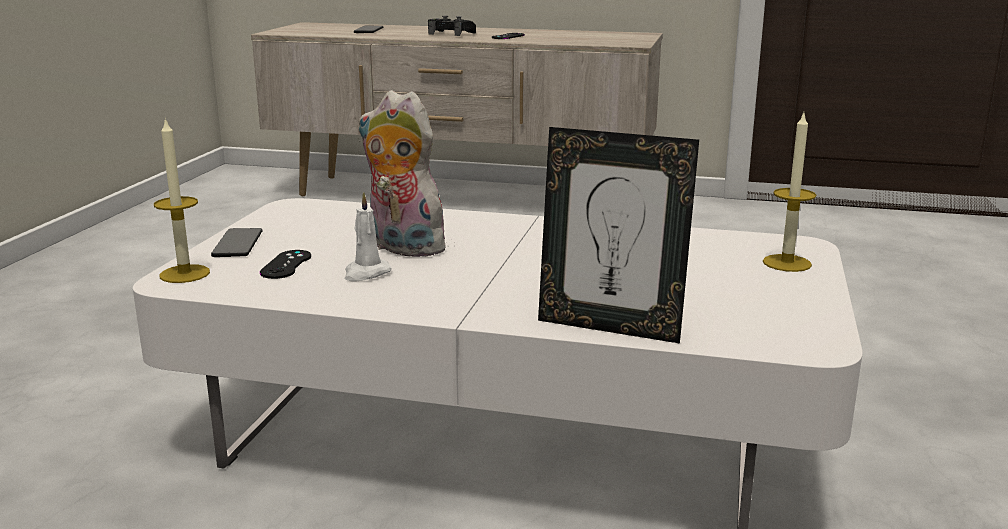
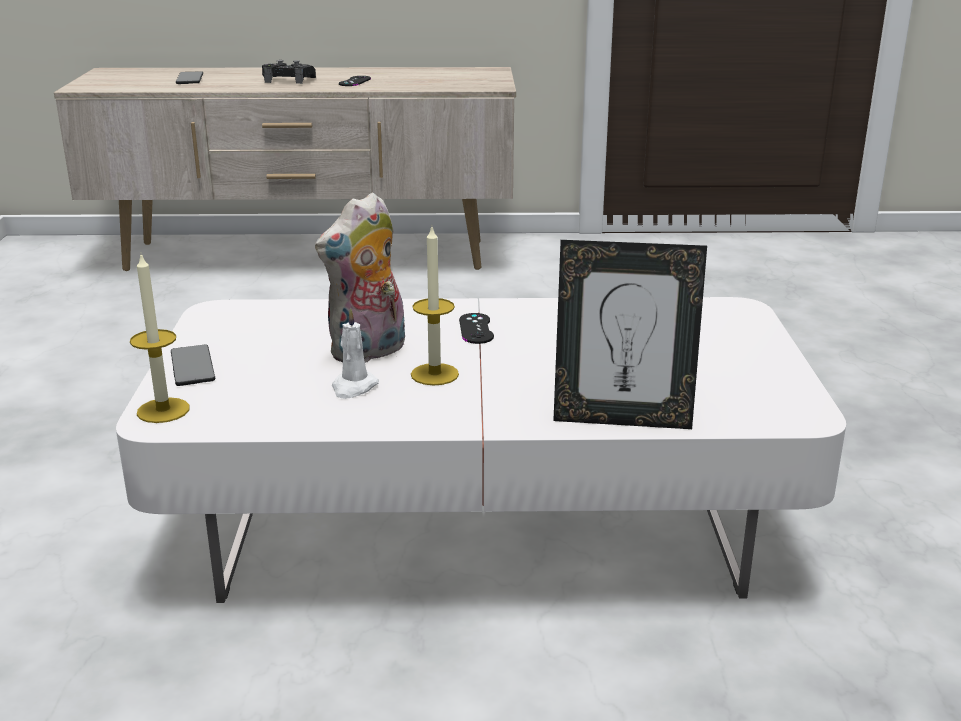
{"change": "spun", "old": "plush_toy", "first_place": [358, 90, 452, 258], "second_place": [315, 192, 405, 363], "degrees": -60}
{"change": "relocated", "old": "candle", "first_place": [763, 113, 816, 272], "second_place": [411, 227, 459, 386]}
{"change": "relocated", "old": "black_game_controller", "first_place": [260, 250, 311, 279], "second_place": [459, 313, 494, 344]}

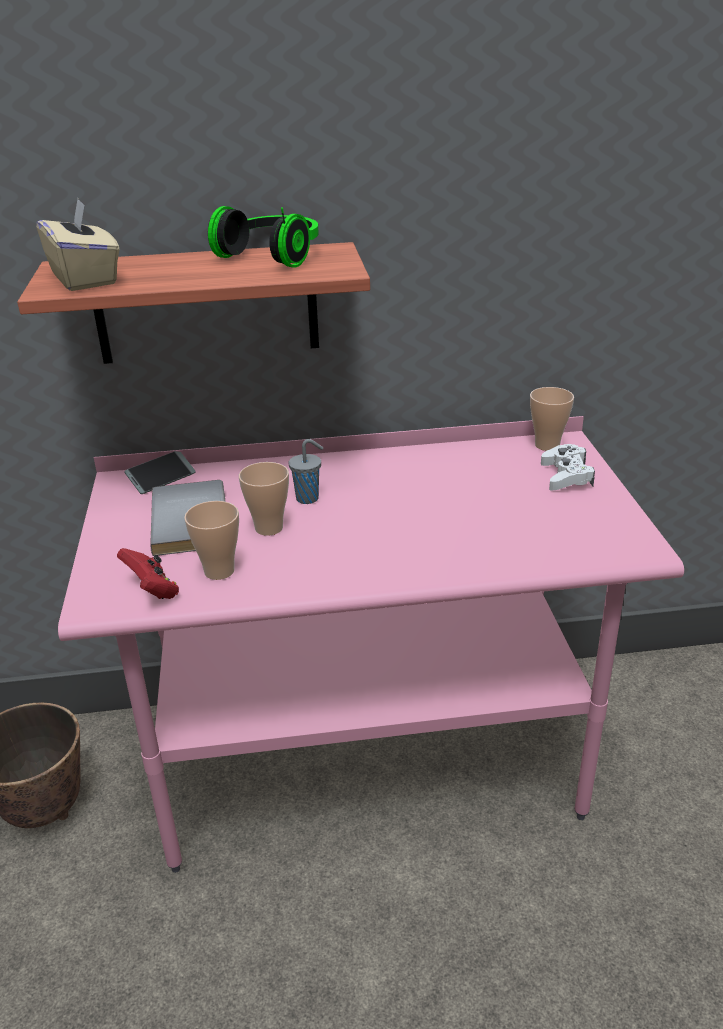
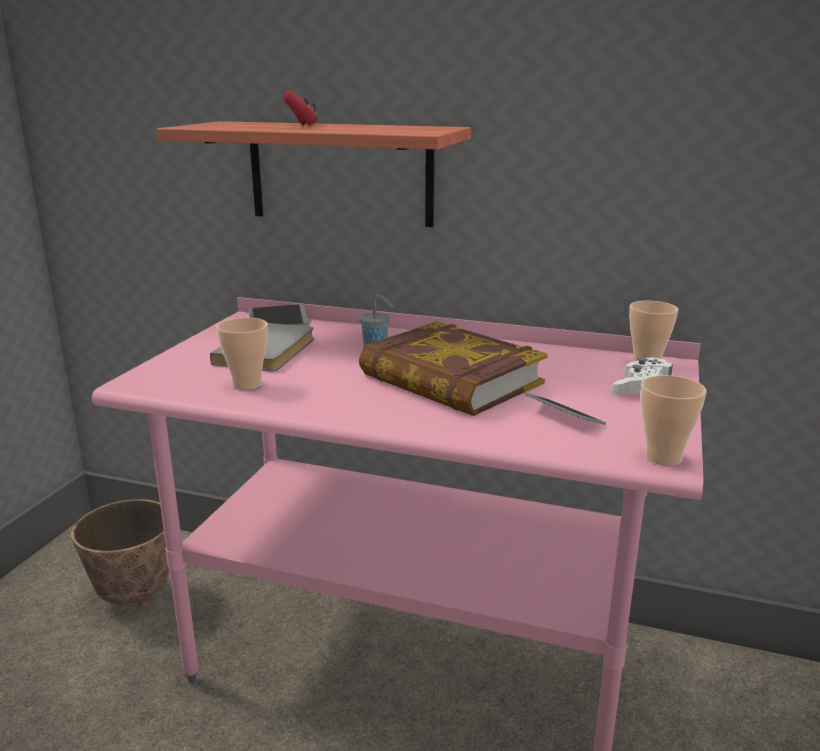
{"change": "missing", "old": "beige_tissue_box", "first_place": [36, 199, 120, 291]}
{"change": "missing", "old": "headphones", "first_place": [208, 206, 319, 268]}
{"change": "relocated", "old": "cup", "first_place": [239, 462, 289, 536], "second_place": [641, 375, 706, 466]}
{"change": "relocated", "old": "red_game_controller", "first_place": [117, 548, 179, 599], "second_place": [282, 90, 317, 126]}
{"change": "appeared", "new": "book", "second_place": [359, 321, 548, 416]}
{"change": "appeared", "new": "phone", "second_place": [525, 393, 606, 425]}

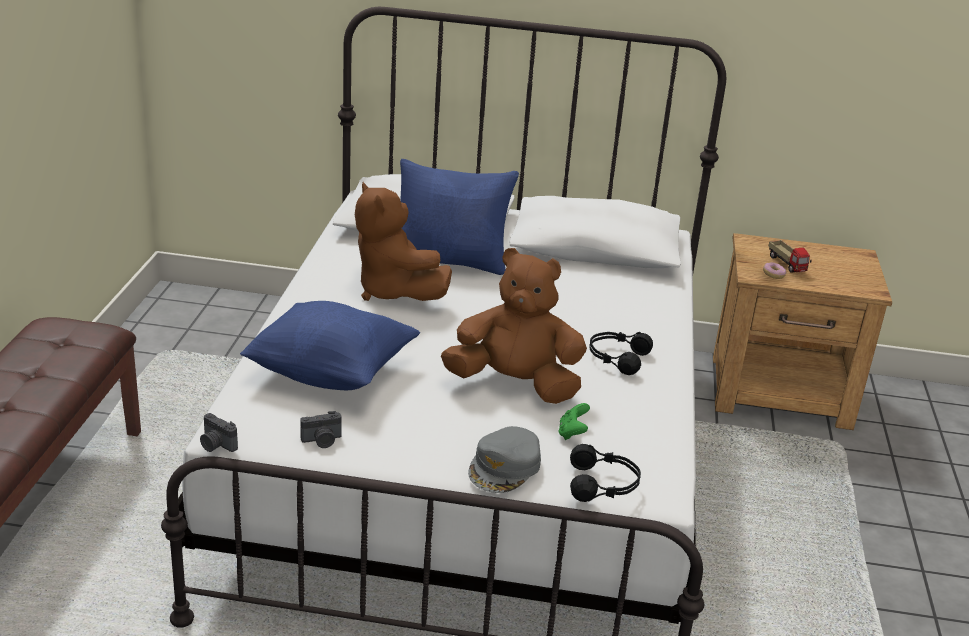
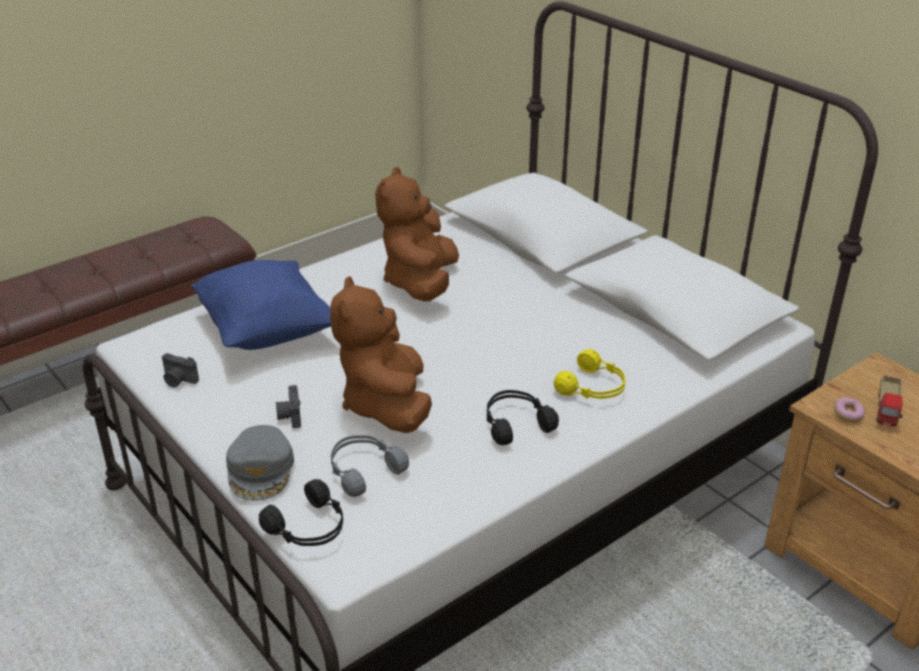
{"change": "missing", "old": "blue_pillow", "first_place": [400, 159, 519, 275]}
{"change": "spun", "old": "brown_plush_toy", "first_place": [441, 248, 587, 404], "second_place": [330, 276, 432, 433], "degrees": -150}
{"change": "exchanged", "old": "green_game_controller", "new": "grey_headphones", "first_place": [558, 403, 590, 440], "second_place": [331, 435, 409, 497]}
{"change": "relocated", "old": "photo_camera", "first_place": [200, 413, 238, 452], "second_place": [276, 385, 301, 428]}
{"change": "spun", "old": "grey_cap", "first_place": [468, 426, 541, 493], "second_place": [226, 425, 294, 501], "degrees": -75}
{"change": "appeared", "new": "yellow_headphones", "second_place": [554, 349, 625, 399]}

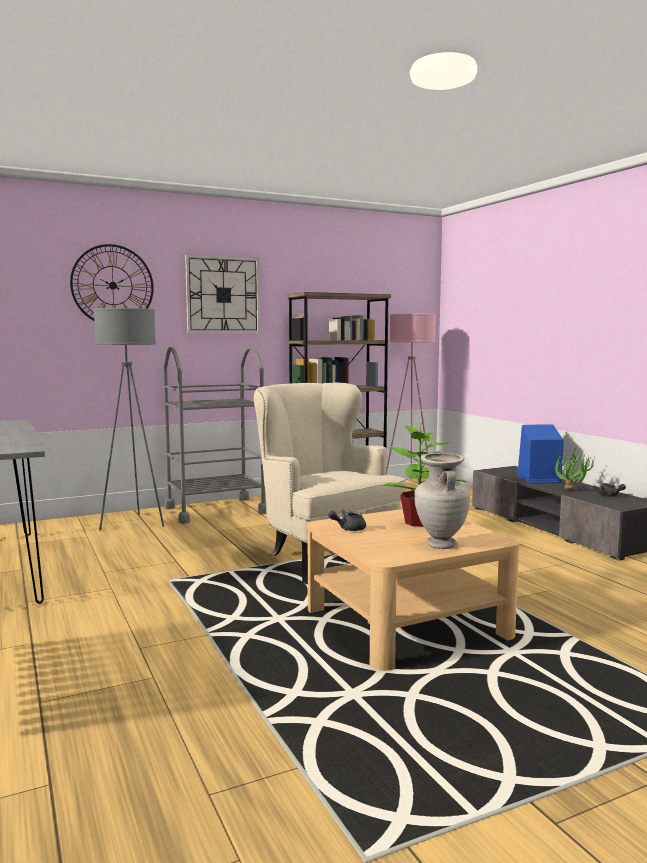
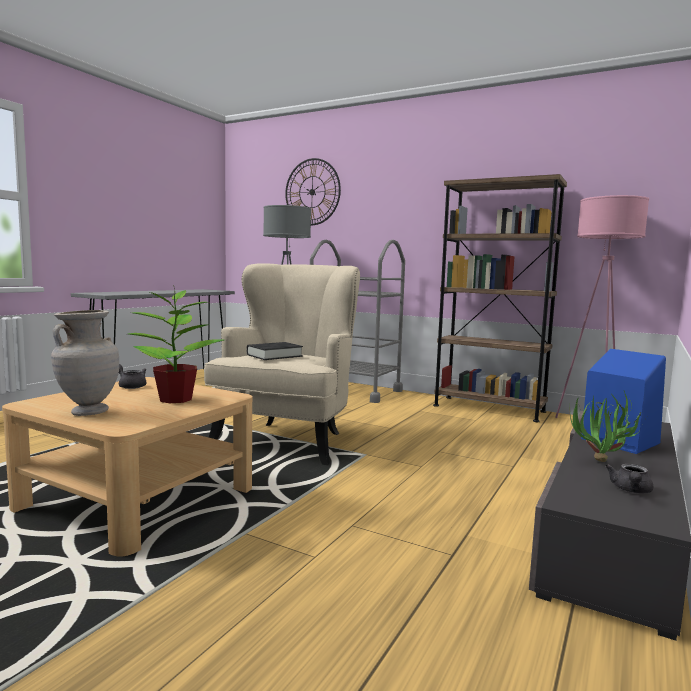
{"change": "missing", "old": "wall_clock", "first_place": [185, 255, 260, 333]}
{"change": "appeared", "new": "black_book", "second_place": [247, 342, 303, 360]}

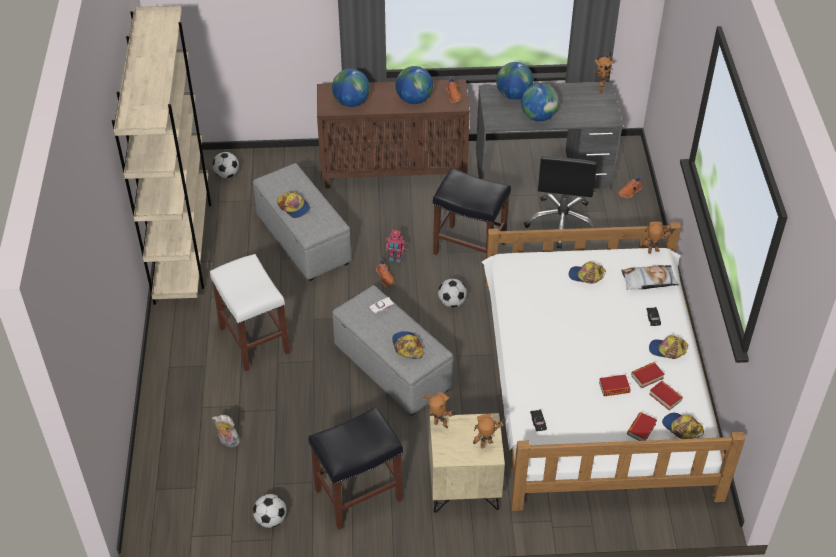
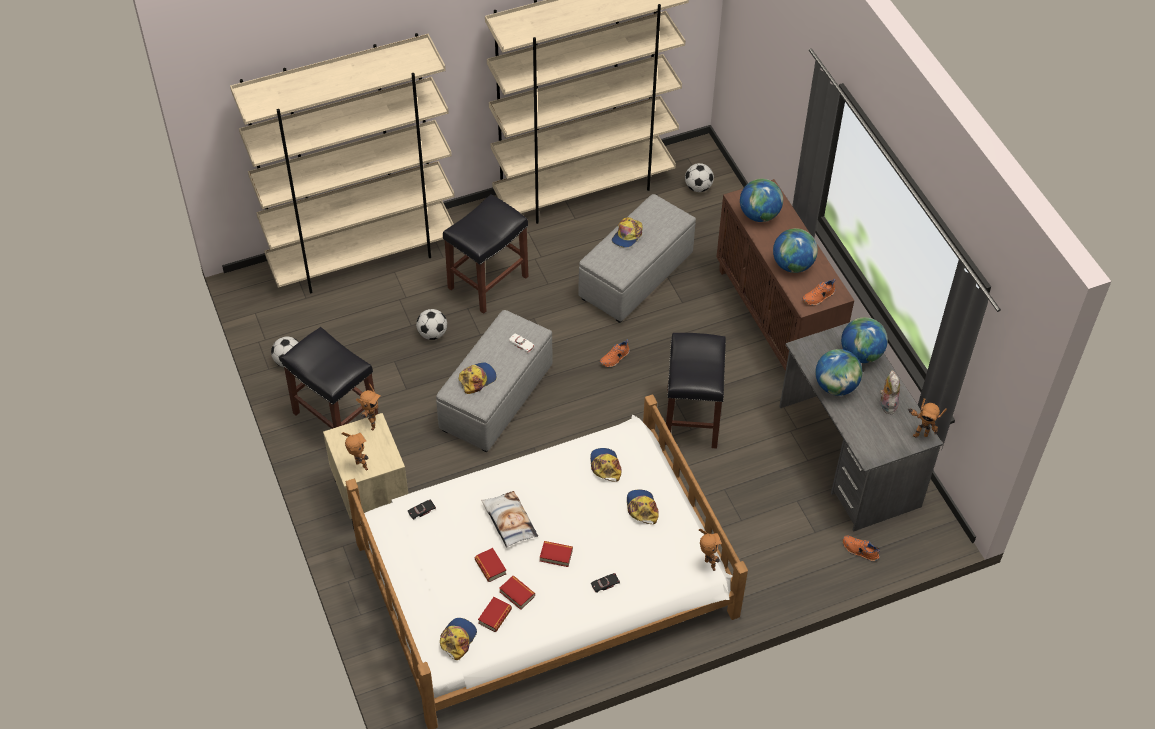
{"change": "missing", "old": "black_office_chair", "first_place": [524, 156, 597, 249]}
{"change": "missing", "old": "toy_robot", "first_place": [386, 230, 406, 263]}
{"change": "colour", "old": "white_stool", "new": "black_stool", "first_place": [210, 254, 290, 371], "second_place": [443, 194, 528, 314]}
{"change": "relocated", "old": "pillow", "first_place": [621, 265, 679, 290], "second_place": [481, 491, 538, 548]}
{"change": "relocated", "old": "football", "first_place": [438, 279, 467, 307], "second_place": [416, 309, 447, 340]}
{"change": "relocated", "old": "cap", "first_place": [649, 335, 688, 359], "second_place": [590, 448, 621, 482]}
{"change": "relocated", "old": "book", "first_place": [627, 412, 657, 441], "second_place": [540, 541, 573, 567]}
{"change": "relocated", "old": "plush_toy", "first_place": [212, 415, 240, 447], "second_place": [880, 370, 900, 414]}
{"change": "appeared", "new": "beige_bookcase", "second_place": [230, 33, 455, 293]}

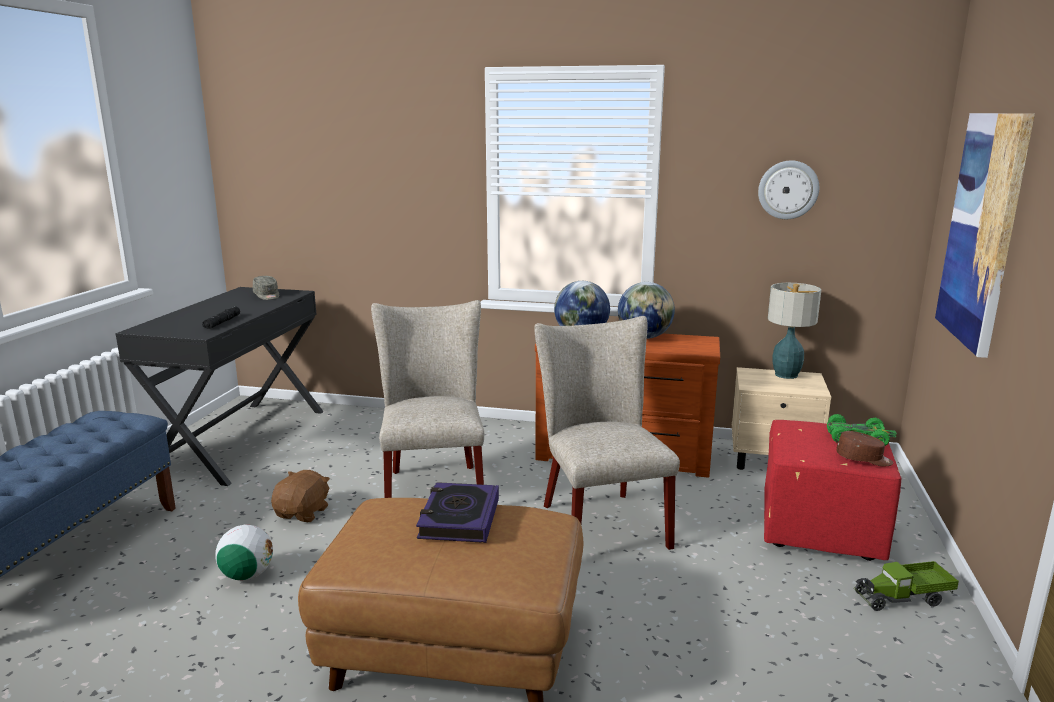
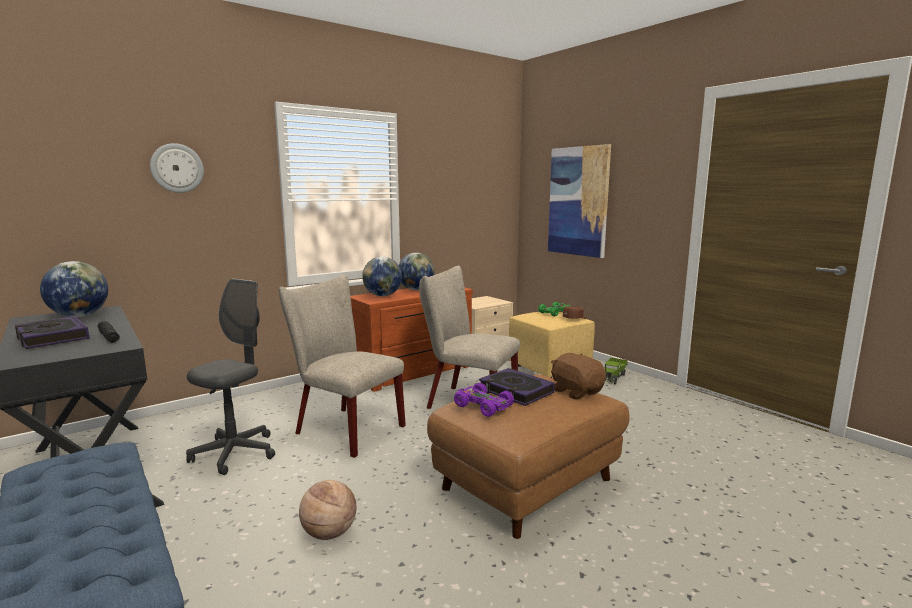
{"change": "relocated", "old": "wall_clock", "first_place": [758, 160, 819, 219], "second_place": [150, 143, 204, 193]}
{"change": "exchanged", "old": "grey_cap", "new": "globe", "first_place": [253, 276, 279, 300], "second_place": [40, 261, 108, 317]}
{"change": "missing", "old": "table_lamp", "first_place": [768, 283, 821, 379]}
{"change": "colour", "old": "red_ottoman", "new": "yellow_ottoman", "first_place": [764, 420, 901, 561], "second_place": [508, 312, 595, 378]}
{"change": "relocated", "old": "brown_plush_toy", "first_place": [271, 470, 330, 522], "second_place": [551, 353, 606, 399]}
{"change": "exchanged", "old": "football", "new": "basketball", "first_place": [215, 525, 273, 581], "second_place": [299, 480, 356, 540]}
{"change": "appeared", "new": "grey_office_chair", "second_place": [186, 279, 275, 475]}
{"change": "appeared", "new": "book", "second_place": [15, 316, 89, 349]}
{"change": "appeared", "new": "purple_toy_car", "second_place": [454, 383, 514, 417]}

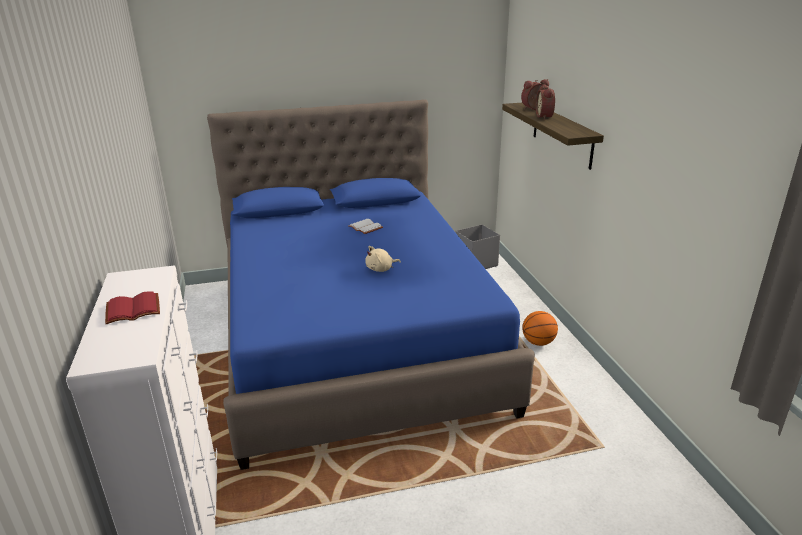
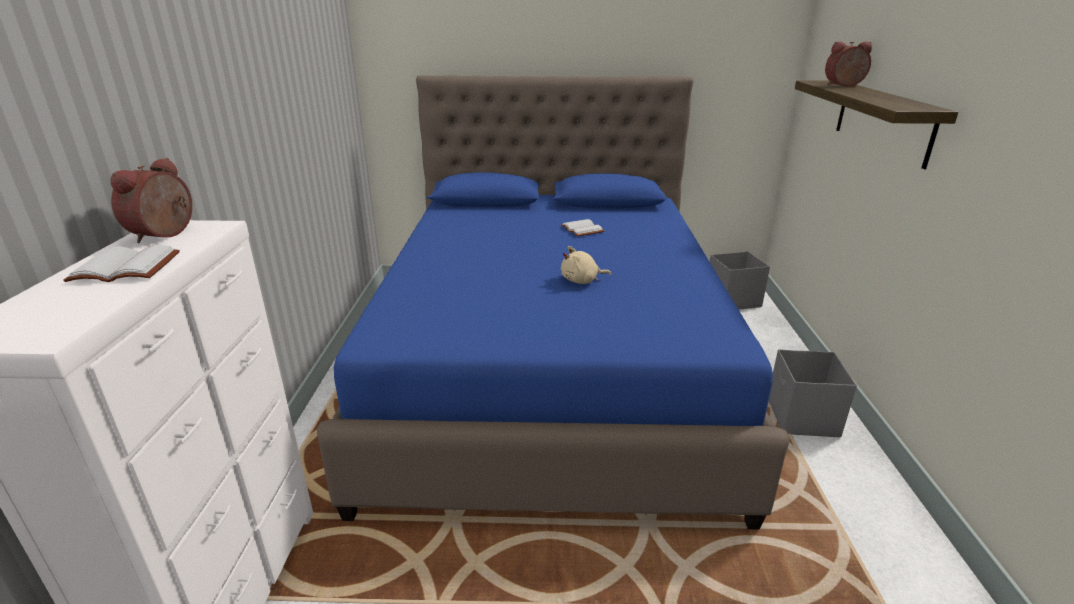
{"change": "relocated", "old": "alarm_clock", "first_place": [536, 84, 555, 120], "second_place": [111, 158, 193, 243]}
{"change": "colour", "old": "red_book", "new": "white_book", "first_place": [105, 292, 160, 324], "second_place": [63, 245, 180, 282]}
{"change": "exchanged", "old": "basketball", "new": "grey_storage_box", "first_place": [522, 311, 558, 346], "second_place": [769, 349, 857, 437]}

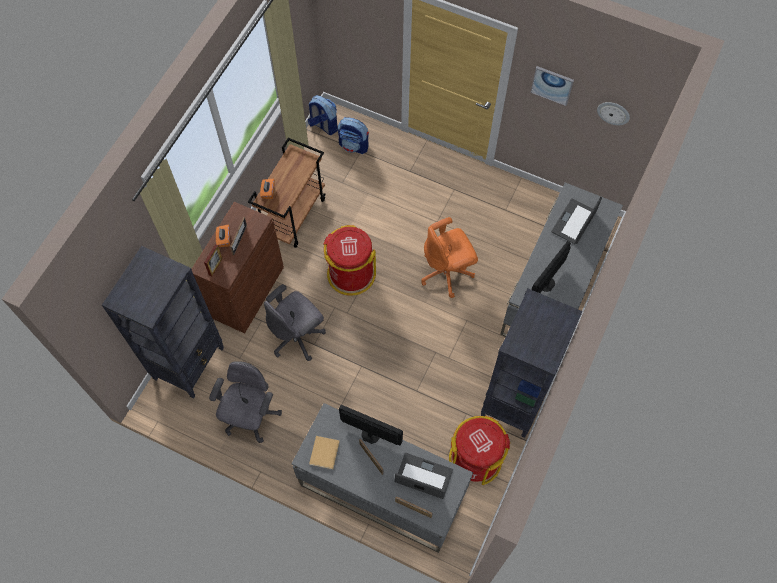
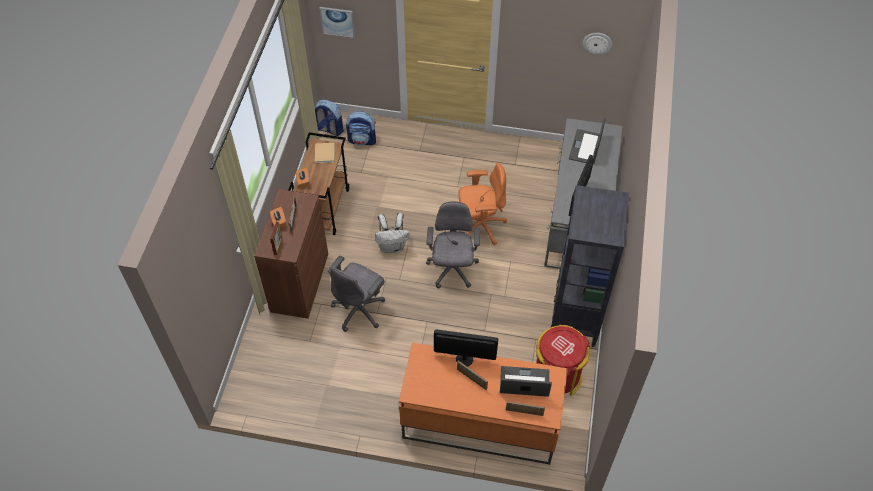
{"change": "relocated", "old": "picture", "first_place": [530, 66, 574, 106], "second_place": [319, 7, 355, 38]}
{"change": "spun", "old": "orange_office_chair", "first_place": [421, 217, 478, 298], "second_place": [458, 163, 507, 245], "degrees": -150}
{"change": "exchanged", "old": "red_trash_can", "new": "white_backpack", "first_place": [323, 225, 376, 296], "second_place": [375, 213, 409, 253]}
{"change": "missing", "old": "black_bookcase", "first_place": [102, 246, 224, 398]}
{"change": "relocated", "old": "grey_office_chair", "first_place": [209, 361, 282, 443], "second_place": [426, 201, 480, 289]}
{"change": "colour", "old": "grey_desk", "new": "orange_desk", "first_place": [291, 403, 473, 553], "second_place": [399, 343, 568, 465]}
{"change": "relocated", "old": "beige_book", "first_place": [309, 436, 340, 469], "second_place": [315, 143, 335, 163]}

